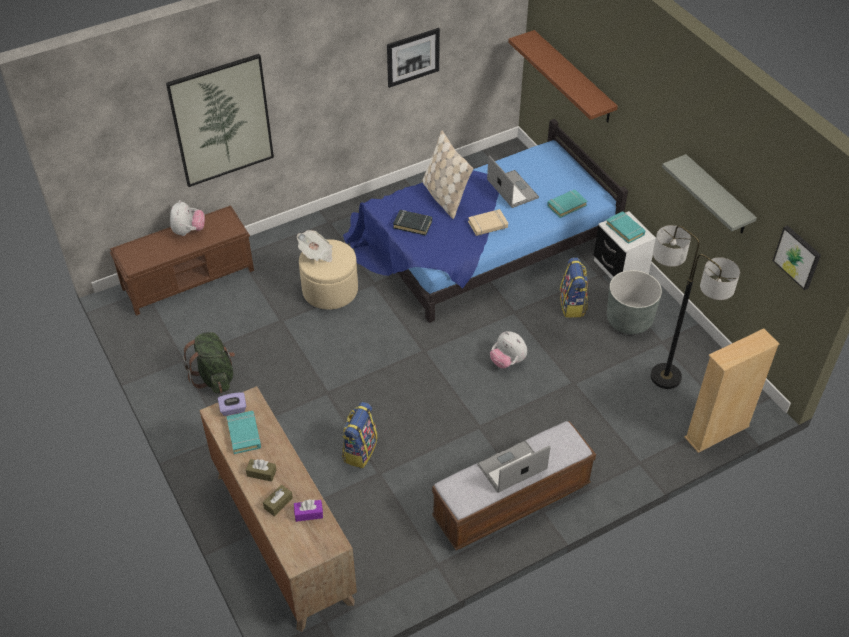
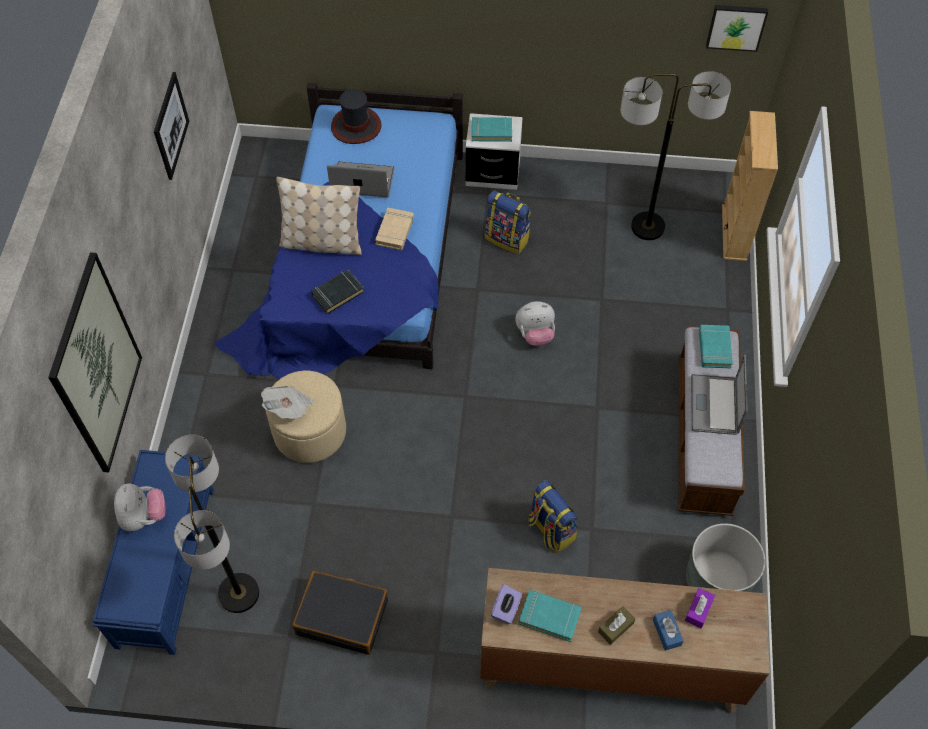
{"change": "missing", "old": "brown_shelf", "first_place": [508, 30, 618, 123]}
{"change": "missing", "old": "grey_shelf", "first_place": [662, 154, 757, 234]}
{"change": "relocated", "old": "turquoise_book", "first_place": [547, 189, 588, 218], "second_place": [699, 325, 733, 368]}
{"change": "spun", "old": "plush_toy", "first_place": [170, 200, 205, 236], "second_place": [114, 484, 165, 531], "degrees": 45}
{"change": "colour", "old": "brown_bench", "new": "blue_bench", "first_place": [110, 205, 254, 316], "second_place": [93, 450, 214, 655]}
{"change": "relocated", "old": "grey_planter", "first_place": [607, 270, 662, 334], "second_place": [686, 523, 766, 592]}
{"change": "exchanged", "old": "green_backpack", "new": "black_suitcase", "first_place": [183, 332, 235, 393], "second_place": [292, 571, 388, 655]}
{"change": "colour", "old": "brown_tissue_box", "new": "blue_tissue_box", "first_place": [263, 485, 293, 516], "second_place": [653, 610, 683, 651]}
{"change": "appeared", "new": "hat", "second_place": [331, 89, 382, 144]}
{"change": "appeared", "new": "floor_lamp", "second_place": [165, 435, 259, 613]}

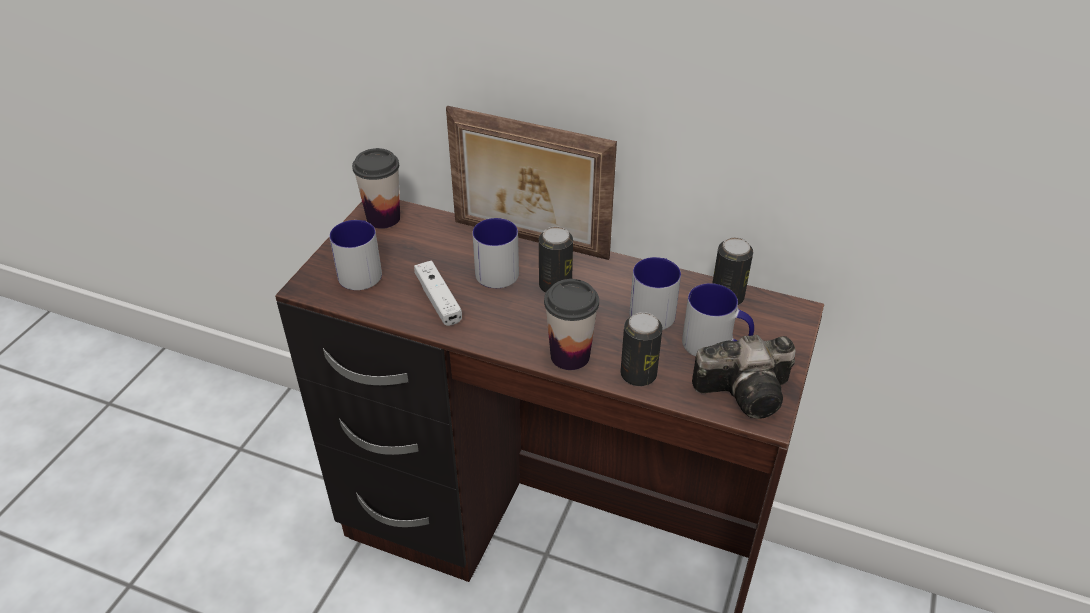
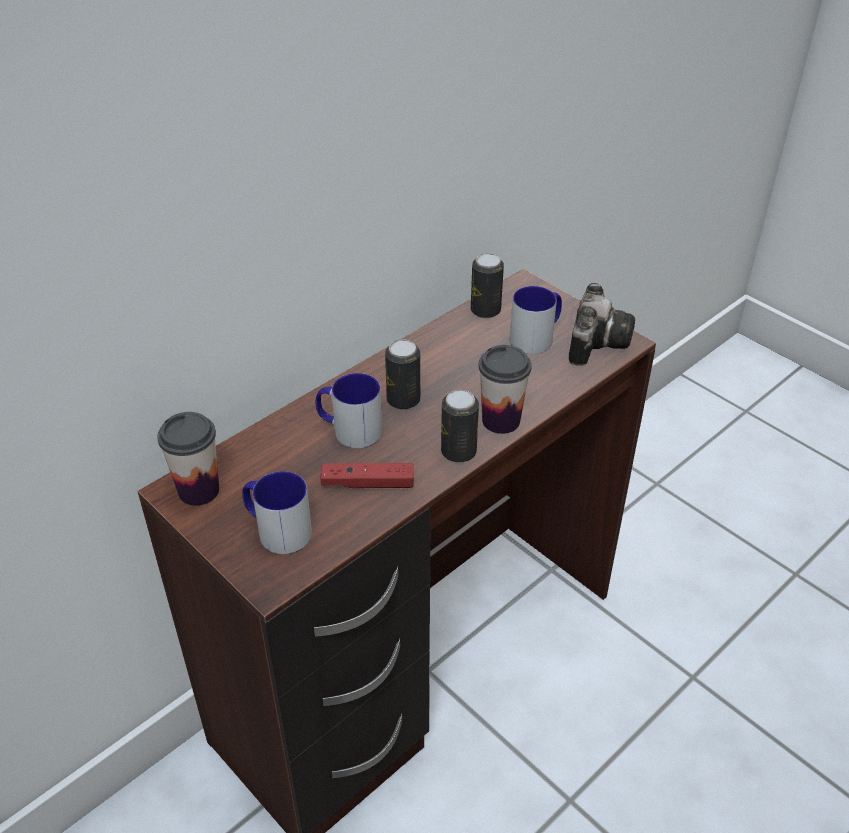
{"change": "missing", "old": "picture_frame", "first_place": [446, 106, 617, 260]}
{"change": "missing", "old": "mug", "first_place": [629, 257, 681, 330]}
{"change": "colour", "old": "white_game_controller", "new": "red_game_controller", "first_place": [414, 260, 462, 326], "second_place": [320, 463, 414, 488]}
{"change": "relocated", "old": "can", "first_place": [621, 312, 663, 386], "second_place": [441, 390, 479, 463]}

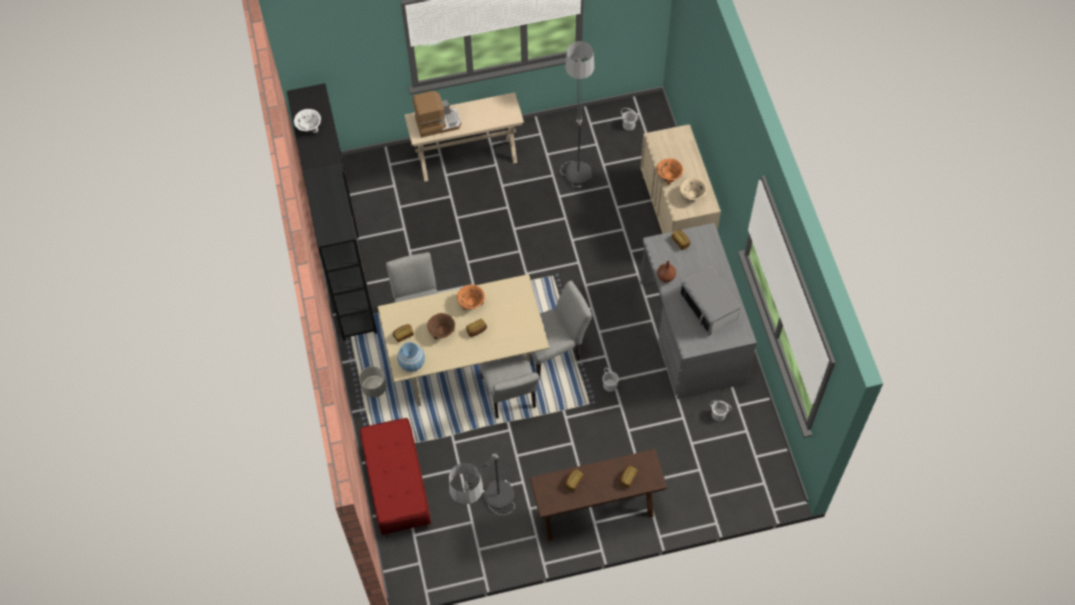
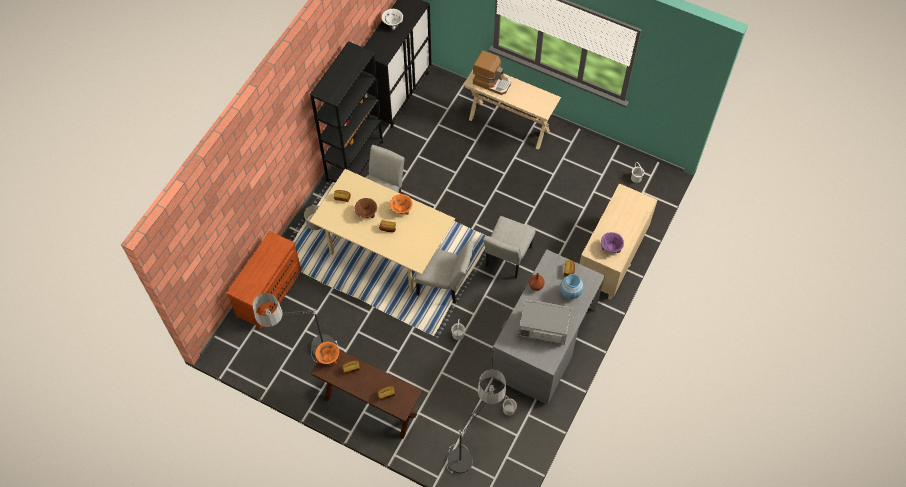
{"change": "relocated", "old": "floor_lamp", "first_place": [560, 41, 594, 187], "second_place": [447, 369, 506, 474]}
{"change": "relocated", "old": "orange_bowl", "first_place": [657, 158, 683, 185], "second_place": [315, 342, 339, 364]}
{"change": "colour", "old": "beige_bowl", "new": "purple_bowl", "first_place": [680, 177, 707, 202], "second_place": [601, 232, 624, 253]}
{"change": "spun", "old": "microwave", "first_place": [680, 267, 741, 336], "second_place": [519, 299, 571, 345], "degrees": 90}
{"change": "relocated", "old": "blue_vase", "first_place": [397, 342, 425, 372], "second_place": [560, 274, 583, 299]}
{"change": "relocated", "old": "grey_chair", "first_place": [478, 354, 540, 419], "second_place": [483, 216, 536, 279]}
{"change": "exchanged", "old": "red_bench", "new": "brown_dresser", "first_place": [360, 418, 431, 538], "second_place": [227, 231, 301, 329]}

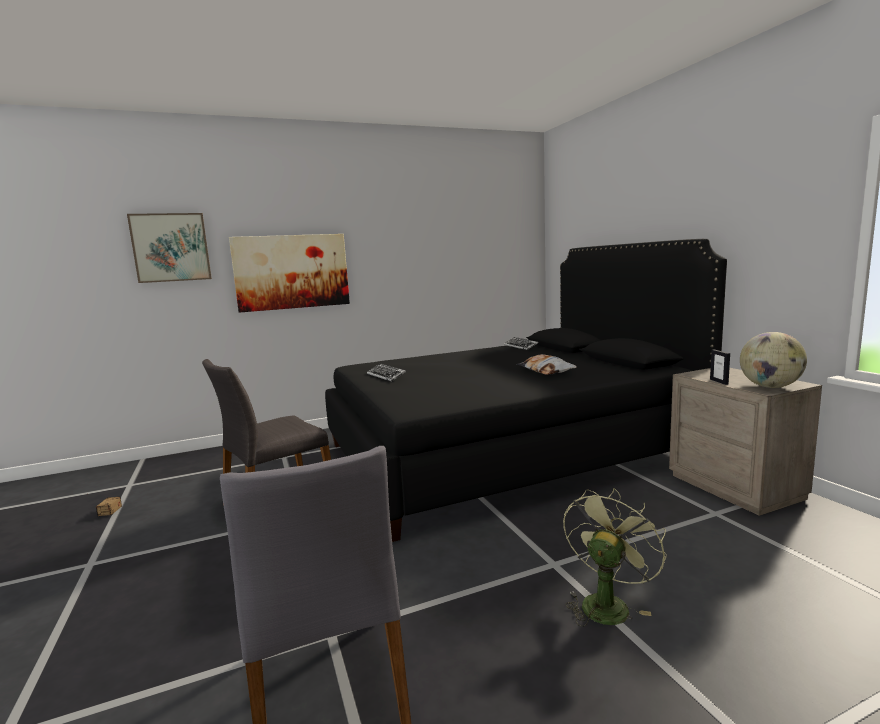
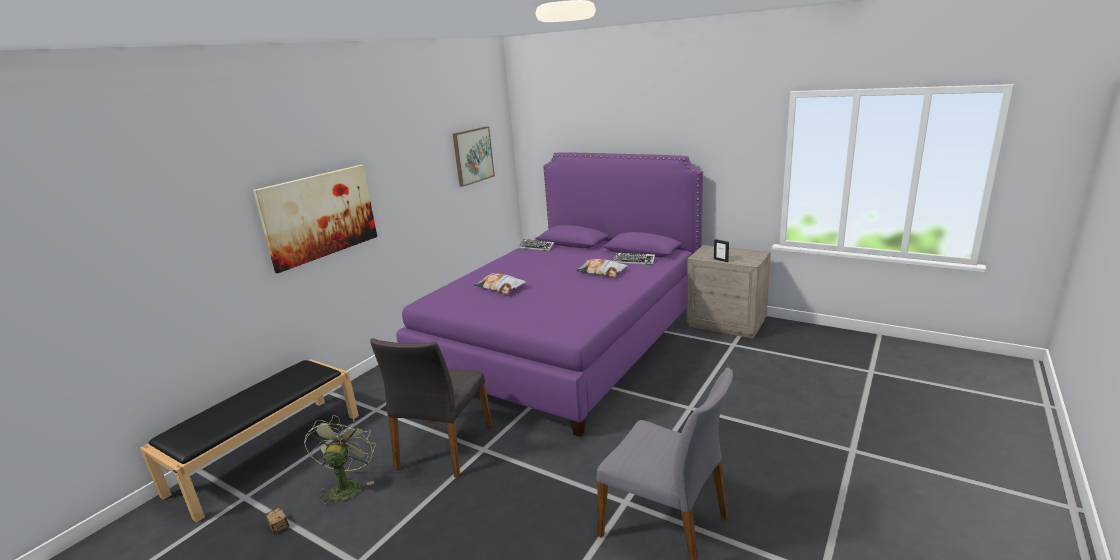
{"change": "relocated", "old": "picture", "first_place": [127, 213, 212, 283], "second_place": [453, 126, 495, 187]}
{"change": "colour", "old": "black_bed", "new": "purple_bed", "first_place": [325, 239, 727, 542], "second_place": [396, 152, 703, 437]}
{"change": "missing", "old": "globe", "first_place": [740, 332, 807, 388]}
{"change": "relocated", "old": "keyboard", "first_place": [367, 363, 406, 381], "second_place": [614, 253, 655, 265]}
{"change": "relocated", "old": "green_fan", "first_place": [563, 488, 667, 627], "second_place": [304, 415, 376, 509]}
{"change": "appeared", "new": "pillow", "second_place": [474, 273, 526, 294]}
{"change": "appeared", "new": "black_bench", "second_place": [140, 359, 359, 522]}

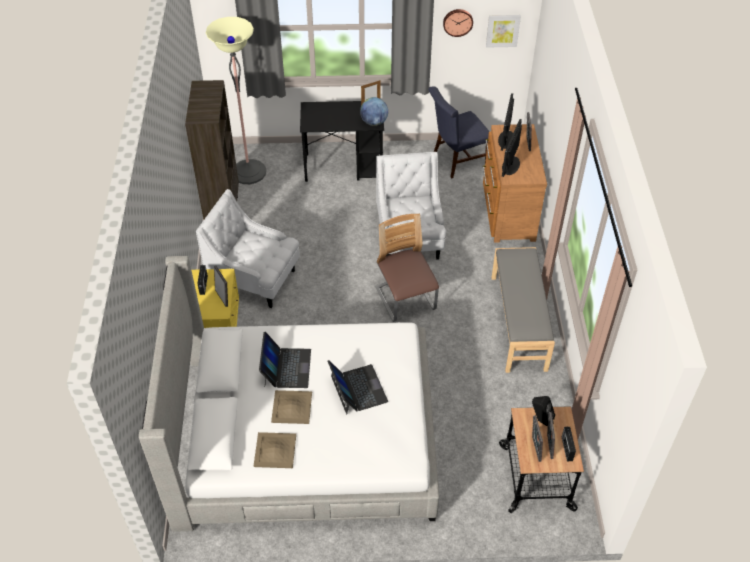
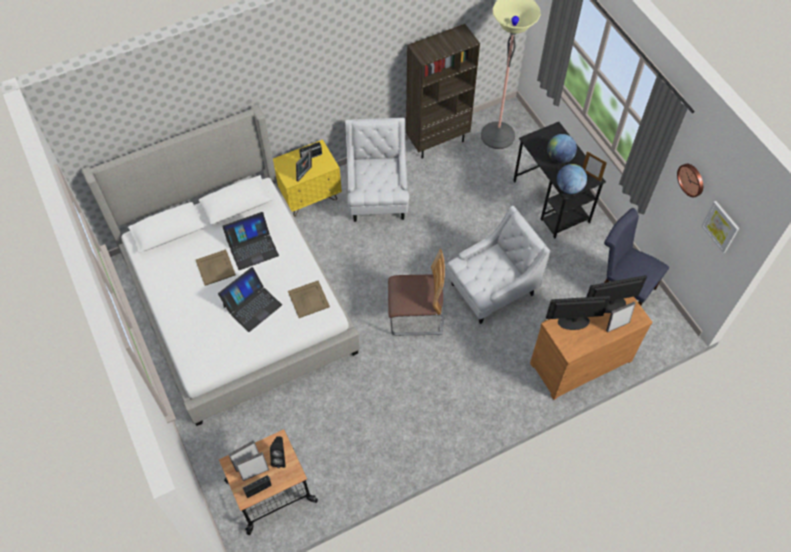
{"change": "spun", "old": "chair", "first_place": [376, 214, 439, 322], "second_place": [388, 249, 445, 336], "degrees": 45}
{"change": "missing", "old": "grey_bench", "first_place": [491, 247, 555, 373]}
{"change": "relocated", "old": "beige_tray", "first_place": [254, 432, 296, 468], "second_place": [288, 280, 330, 318]}
{"change": "appeared", "new": "globe", "second_place": [547, 134, 577, 163]}

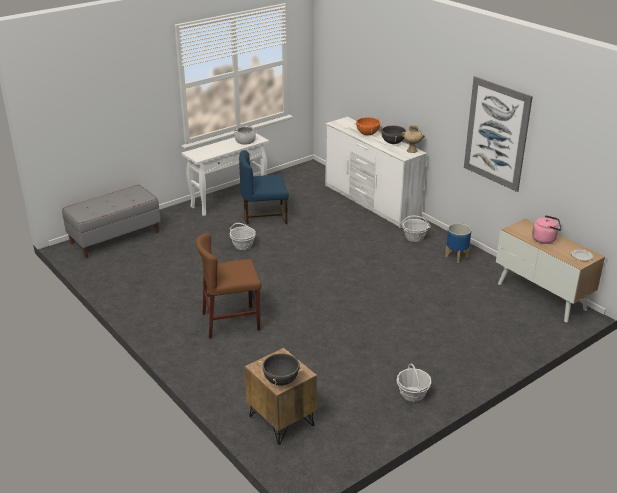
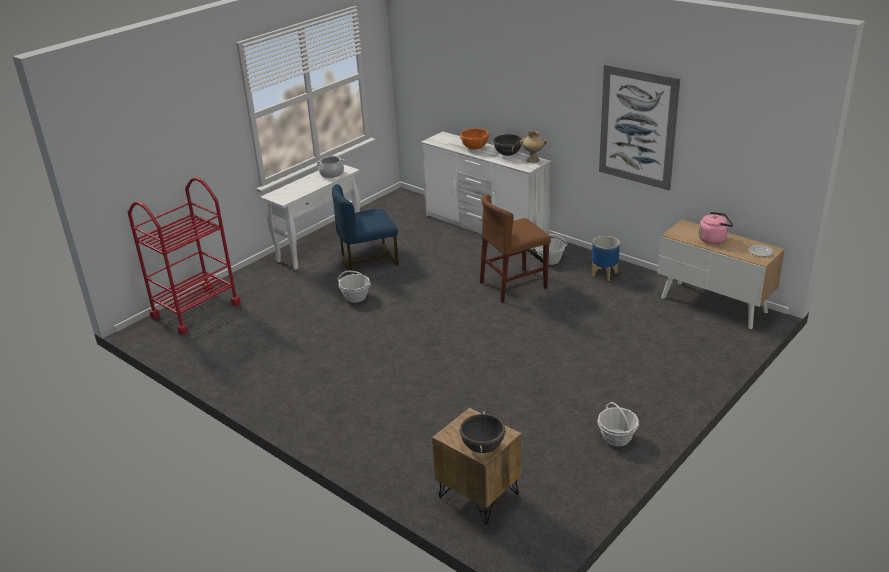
{"change": "exchanged", "old": "grey_bench", "new": "red_cart", "first_place": [62, 185, 161, 258], "second_place": [128, 177, 241, 335]}
{"change": "relocated", "old": "brown_chair", "first_place": [196, 233, 261, 339], "second_place": [480, 194, 551, 303]}

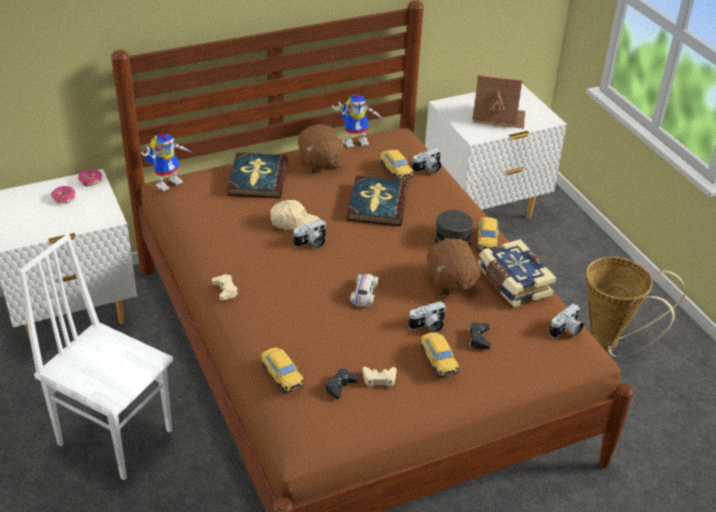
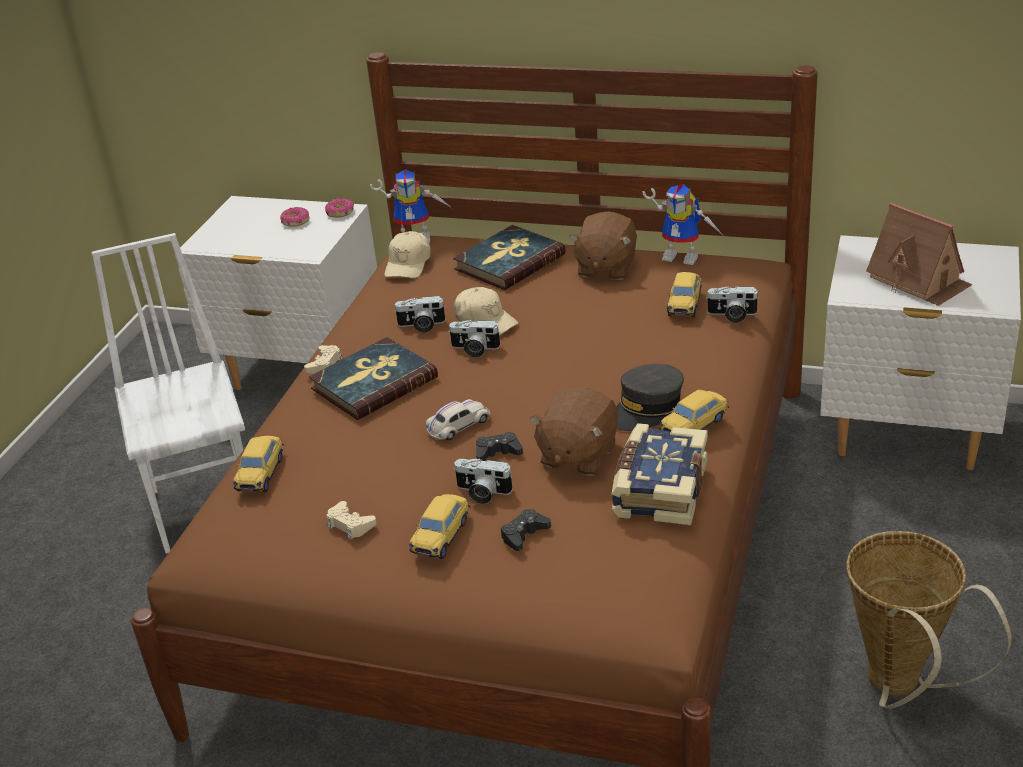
{"change": "relocated", "old": "book", "first_place": [347, 176, 409, 226], "second_place": [309, 337, 438, 420]}
{"change": "relocated", "old": "photo_camera", "first_place": [549, 304, 584, 338], "second_place": [394, 296, 446, 333]}
{"change": "relocated", "old": "black_game_controller", "first_place": [325, 369, 359, 399], "second_place": [476, 432, 523, 461]}
{"change": "appeared", "new": "beige_cap", "second_place": [384, 231, 431, 278]}

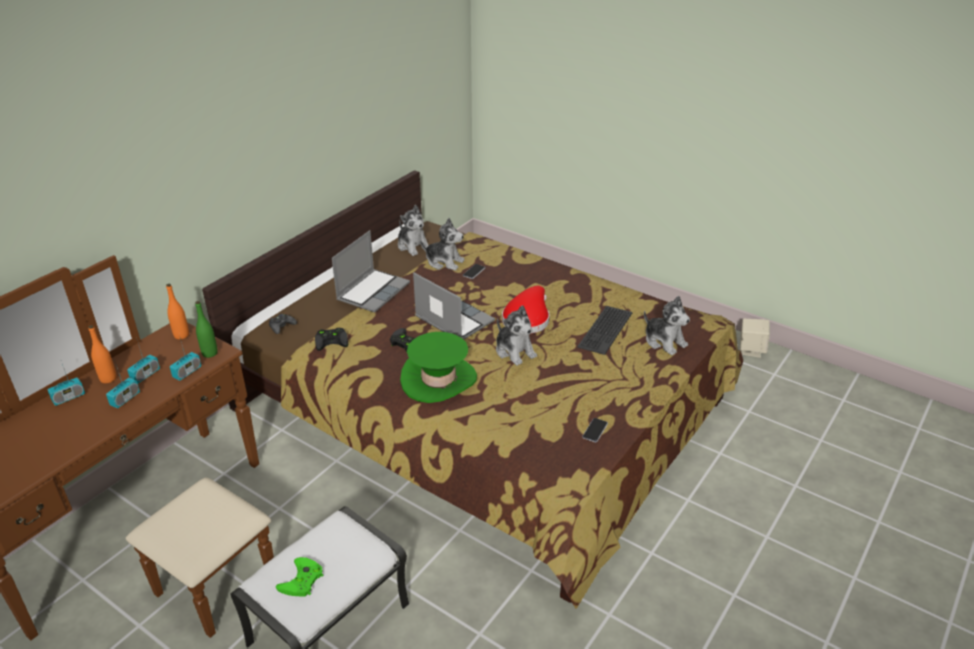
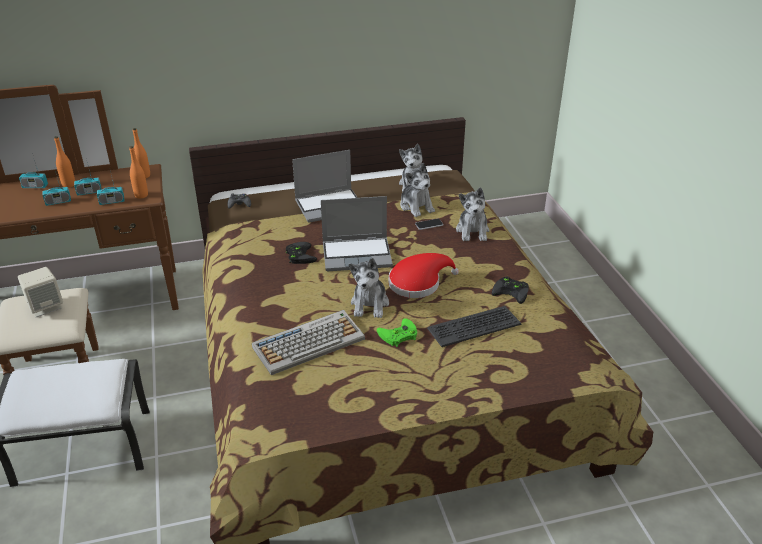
{"change": "spun", "old": "laptop", "first_place": [413, 273, 495, 340], "second_place": [321, 196, 393, 271], "degrees": 90}
{"change": "relocated", "old": "plush_toy", "first_place": [644, 296, 690, 355], "second_place": [456, 187, 490, 241]}
{"change": "colour", "old": "green_bottle", "new": "orange_bottle", "first_place": [195, 301, 218, 358], "second_place": [129, 146, 148, 199]}
{"change": "relocated", "old": "beige_speaker", "first_place": [740, 319, 770, 358], "second_place": [18, 267, 63, 317]}
{"change": "relocated", "old": "black_game_controller", "first_place": [315, 328, 348, 351], "second_place": [492, 276, 529, 304]}
{"change": "missing", "old": "green_hat", "first_place": [400, 332, 477, 403]}
{"change": "missing", "old": "phone", "first_place": [582, 418, 608, 442]}
{"change": "relocated", "old": "green_game_controller", "first_place": [276, 557, 323, 597], "second_place": [377, 318, 417, 347]}
{"change": "appeared", "new": "keyboard", "second_place": [252, 310, 365, 375]}

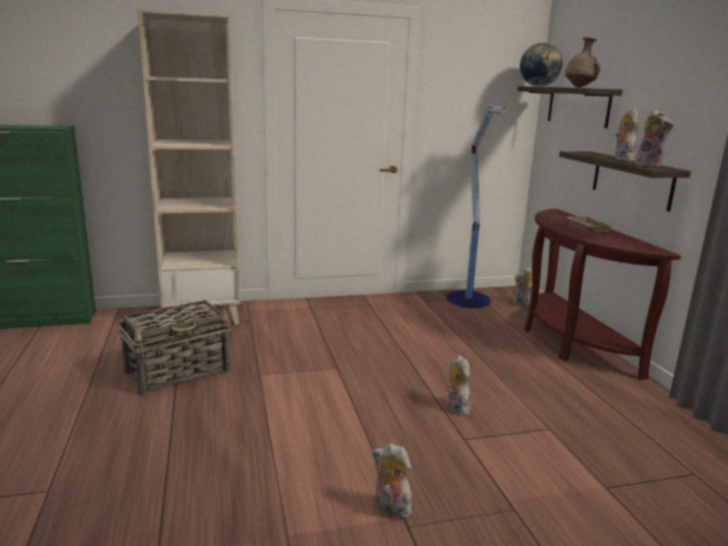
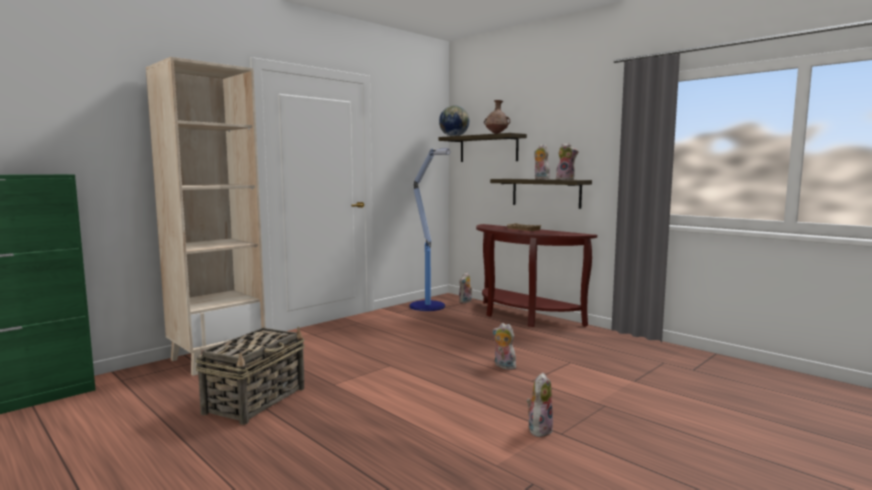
{"change": "spun", "old": "plush_toy", "first_place": [372, 443, 412, 519], "second_place": [527, 373, 553, 438], "degrees": 120}

